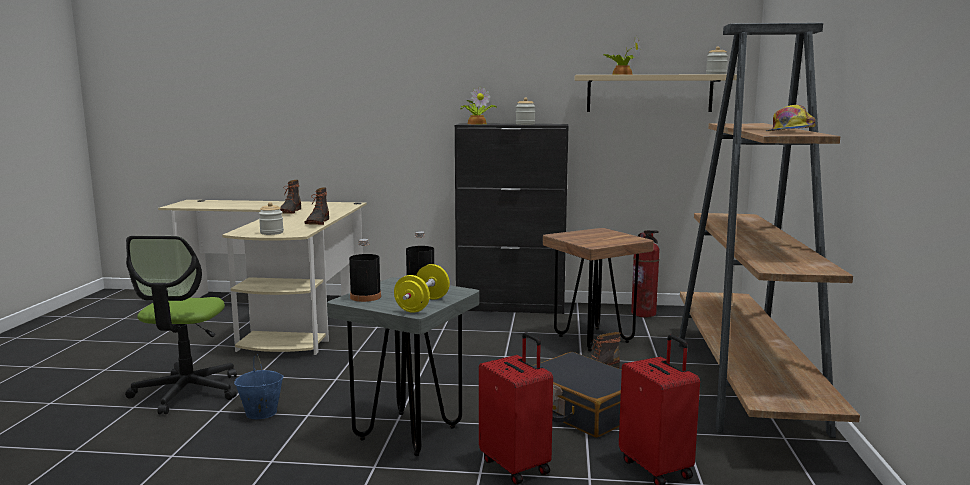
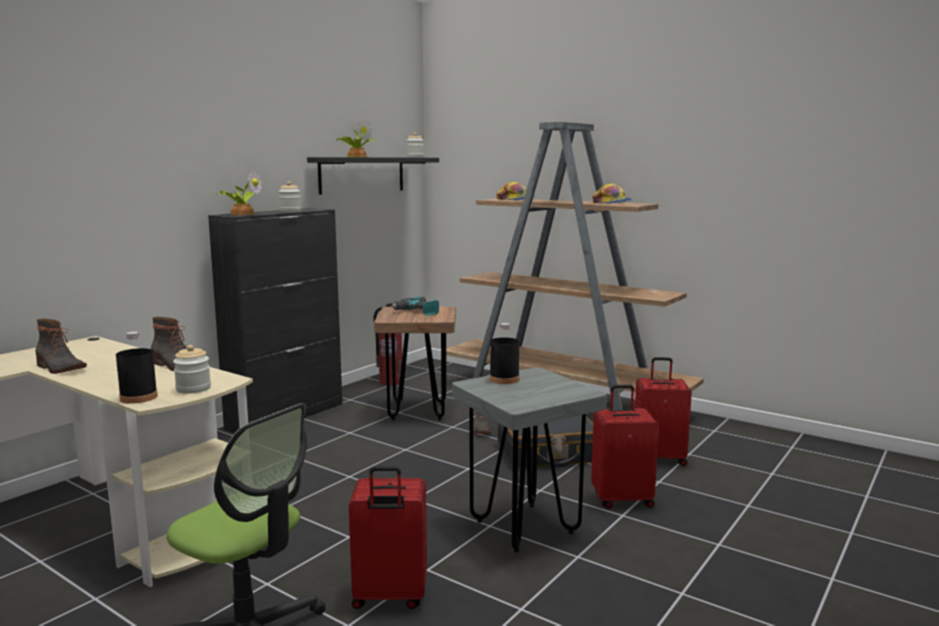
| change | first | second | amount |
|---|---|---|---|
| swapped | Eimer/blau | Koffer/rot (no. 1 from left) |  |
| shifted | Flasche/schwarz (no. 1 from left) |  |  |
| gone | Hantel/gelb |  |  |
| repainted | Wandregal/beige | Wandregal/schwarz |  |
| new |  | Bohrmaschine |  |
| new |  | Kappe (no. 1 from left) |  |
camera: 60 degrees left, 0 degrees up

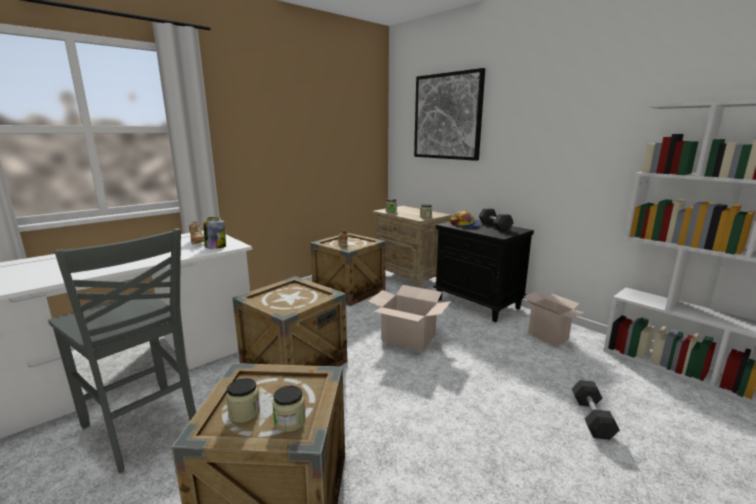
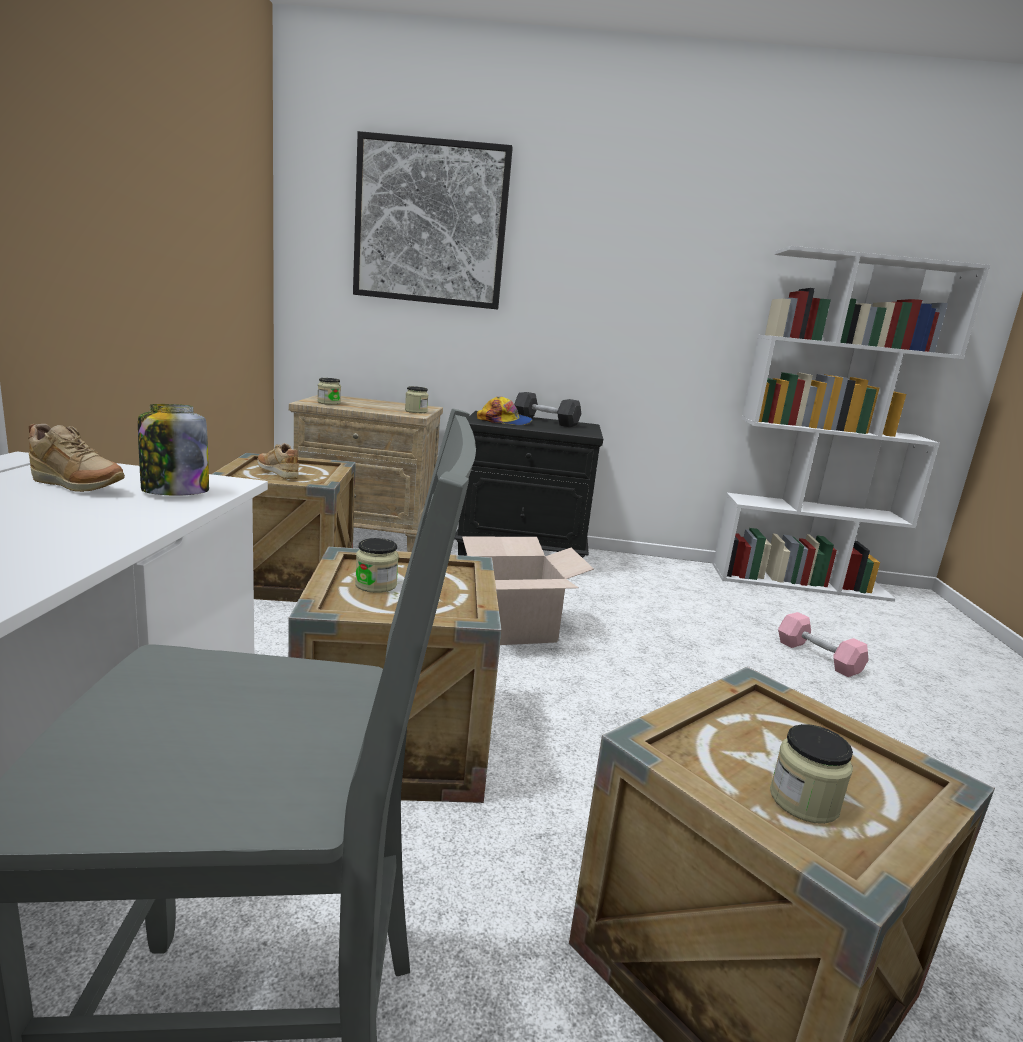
| change | first | second | amount |
|---|---|---|---|
| shifted | Vorratsglas (no. 3 from left) |  |  |
| gone | Karton (no. 2 from left) |  |  |
| repainted | Hantel/grau (no. 2 from left) | Hantel/rosa |  |
camera: 45 degrees left, 0 degrees up

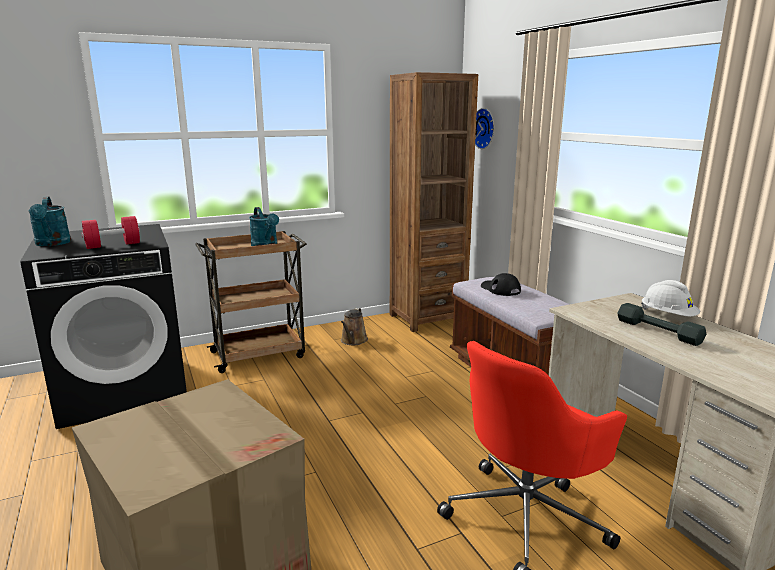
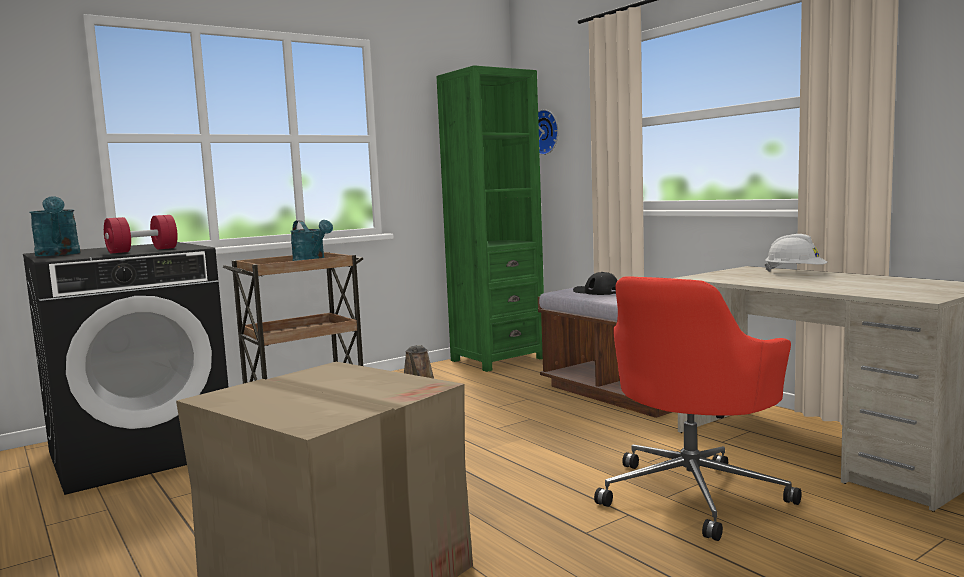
| change | first | second | amount |
|---|---|---|---|
| repainted | Bücherregal/braun | Bücherregal/grün |  |
| gone | Hantel/grau |  |  |
camera: 10 degrees left, 10 degrees down

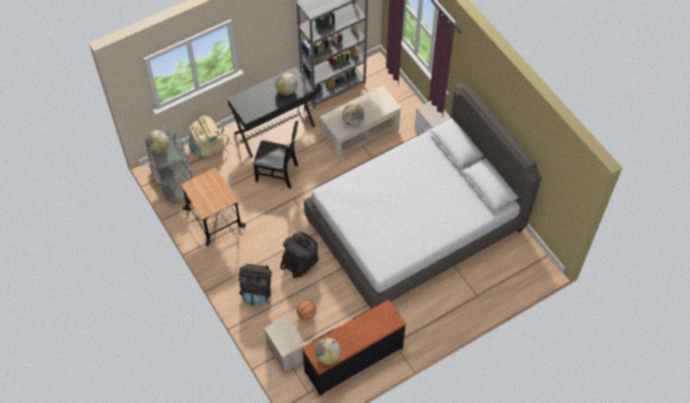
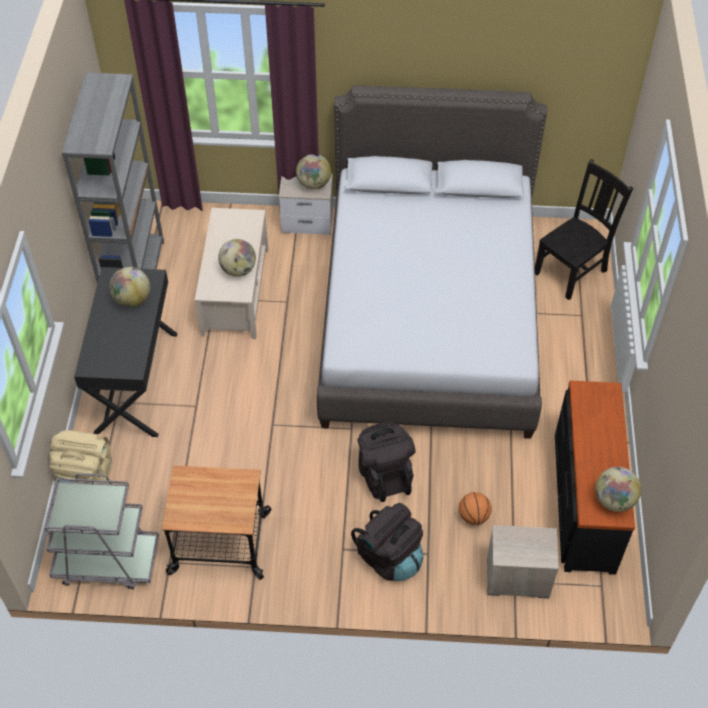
| change | first | second | amount |
|---|---|---|---|
| shifted | Globus (no. 1 from left in the first image) | Globus (no. 3 from left) |  |
| shifted | Stuhl/schwarz |  |  |
camera: 55 degrees left, 5 degrees down

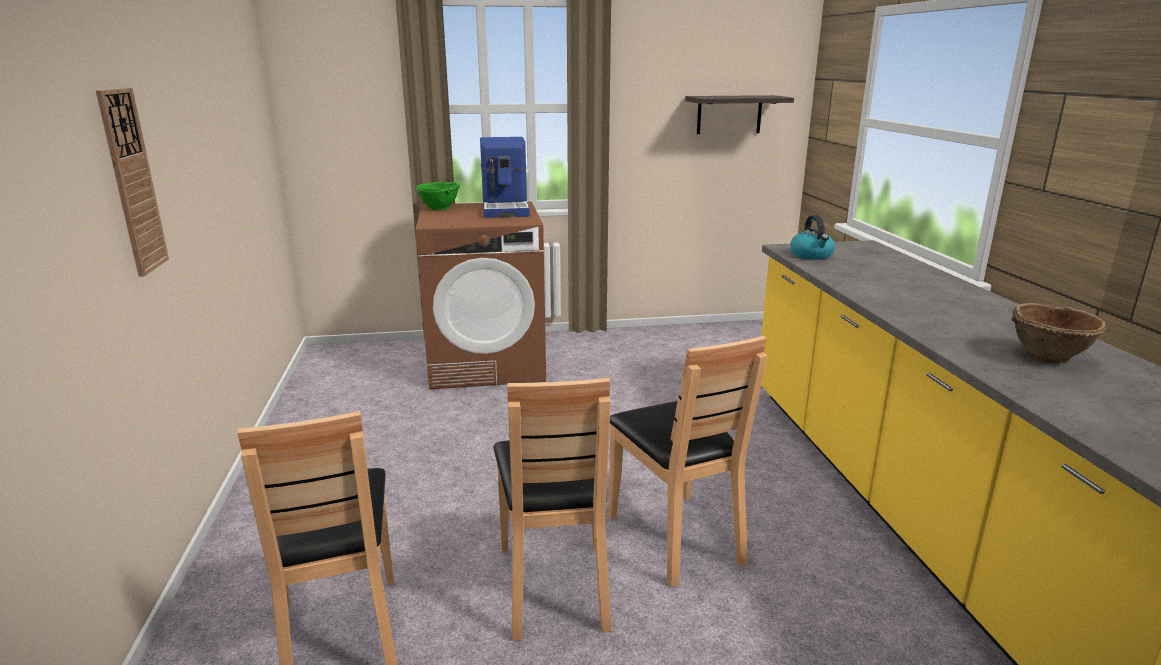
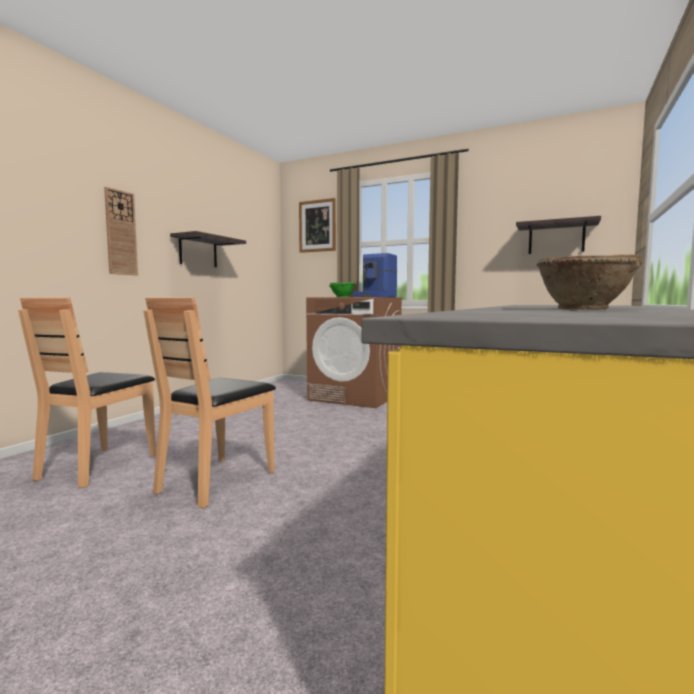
| change | first | second | amount |
|---|---|---|---|
| gone | Stuhl/braun (no. 3 from left) |  |  |
| gone | Wasserkessel |  |  |
| new |  | Wandregal (no. 1 from left) |  |
| new |  | Bild |  |
camera: 35 degrees right, 15 degrees down

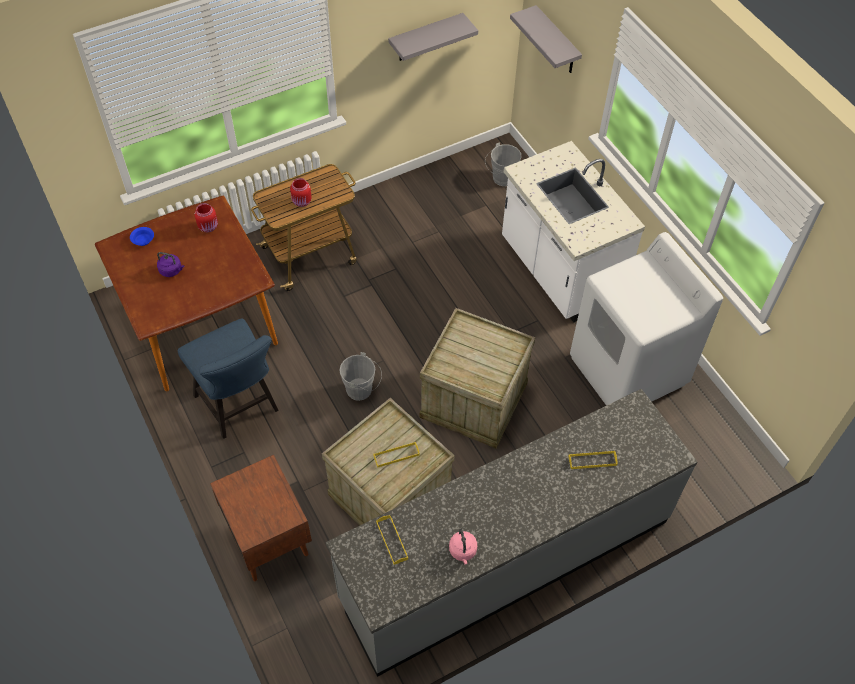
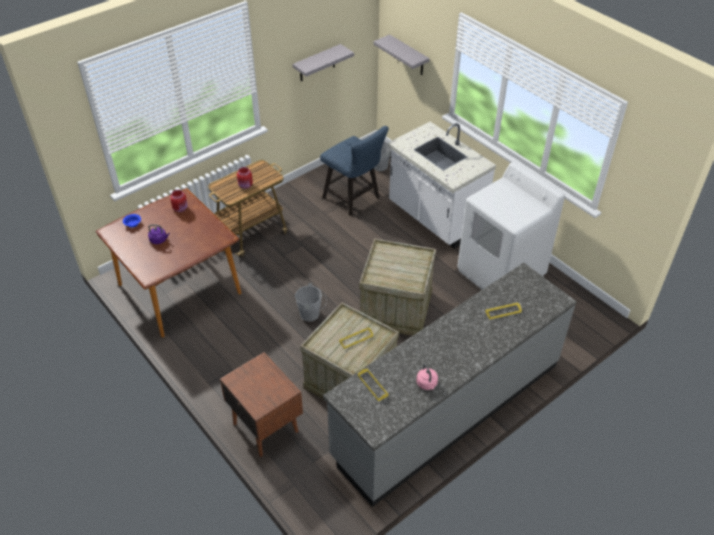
| change | first | second | amount |
|---|---|---|---|
| shifted | Stuhl/blau |  |  |
camera: 10 degrees left, 10 degrees down

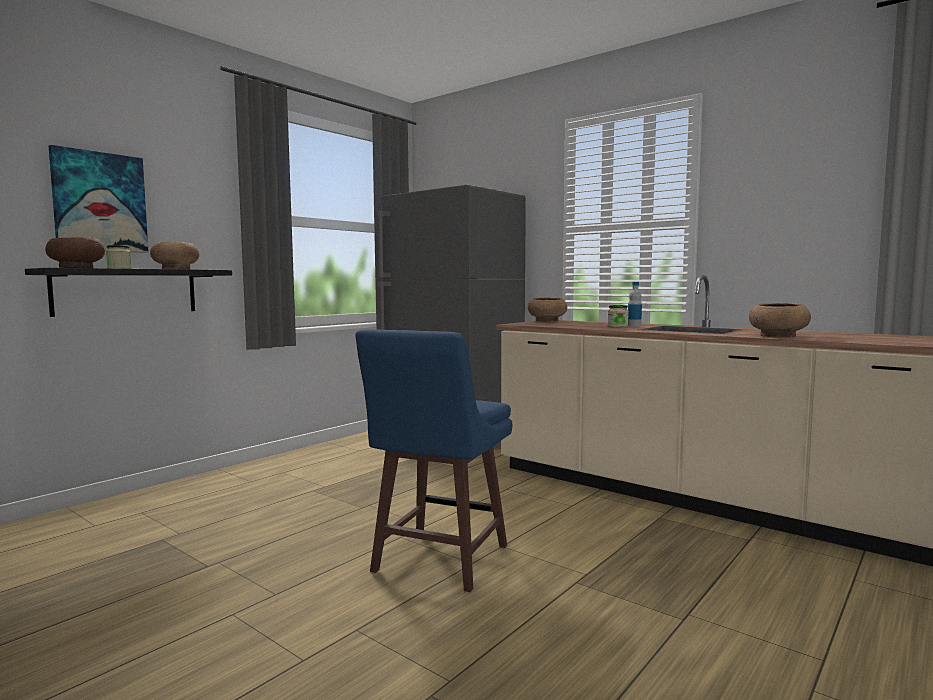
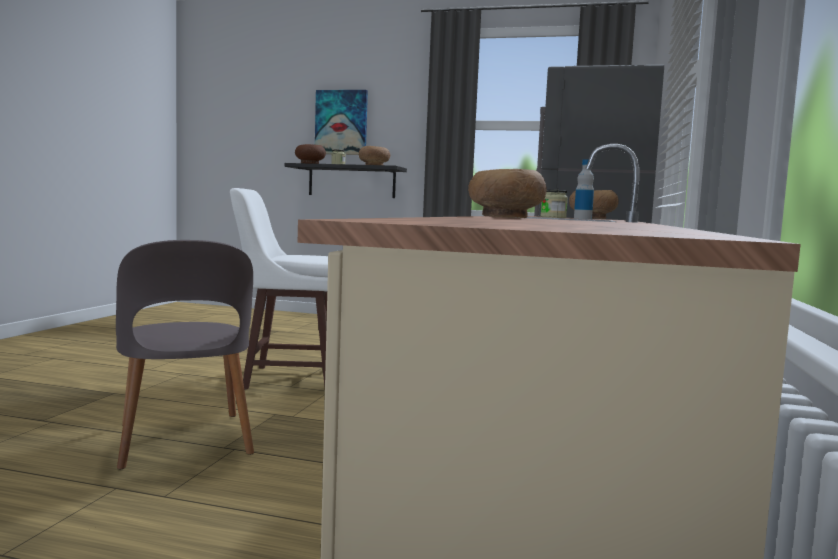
| change | first | second | amount |
|---|---|---|---|
| repainted | Hocker/blau | Hocker/weiß |  |
| new |  | Stuhl/grau |  |
camera: 65 degrees right, 0 degrees up

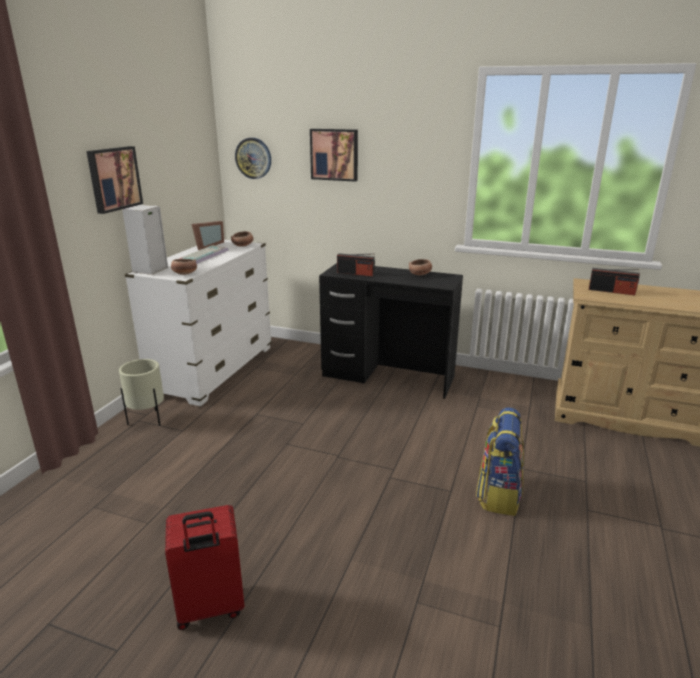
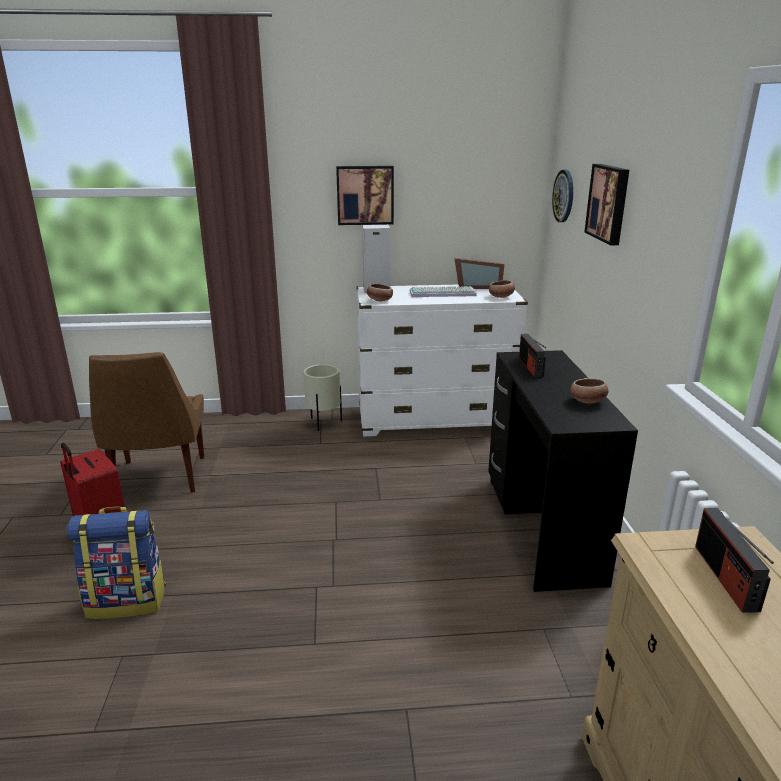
| change | first | second | amount |
|---|---|---|---|
| shifted | Rucksack |  |  |
| new |  | Stuhl/braun |  |
camera: 65 degrees right, 0 degrees up

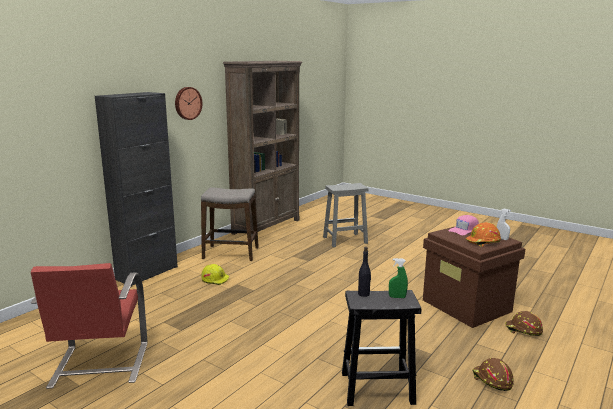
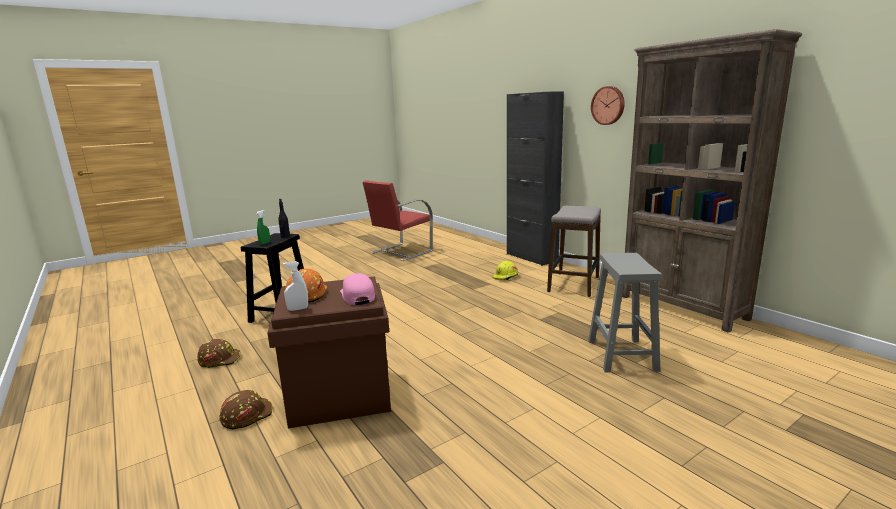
| change | first | second | amount |
|---|---|---|---|
| rotated | Stuhl/rot |  | 60 degrees counterclockwise |
camera: 110 degrees right, 0 degrees up

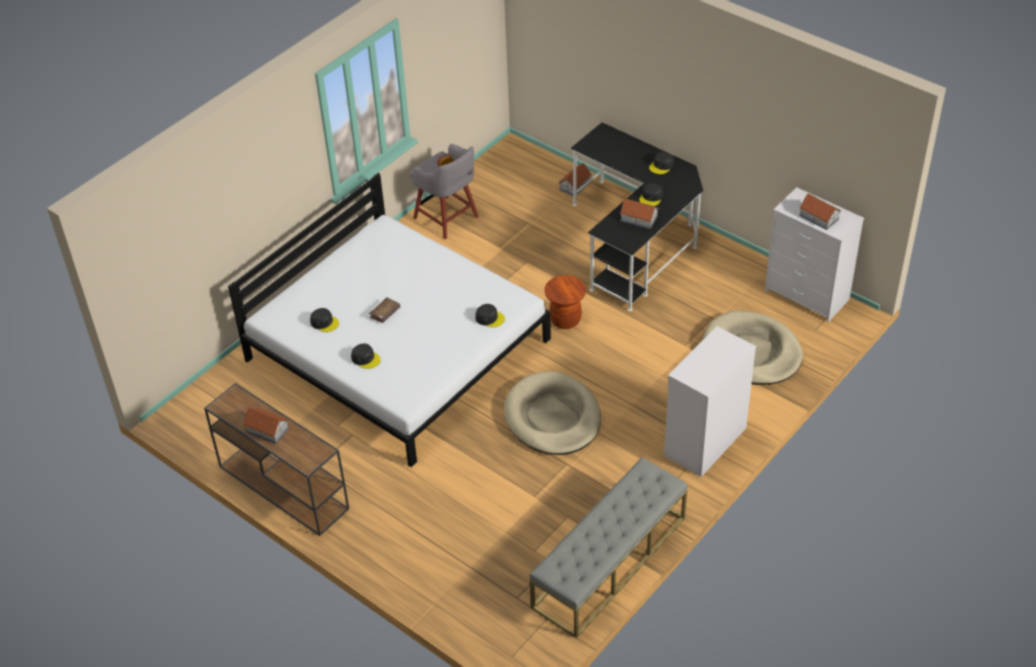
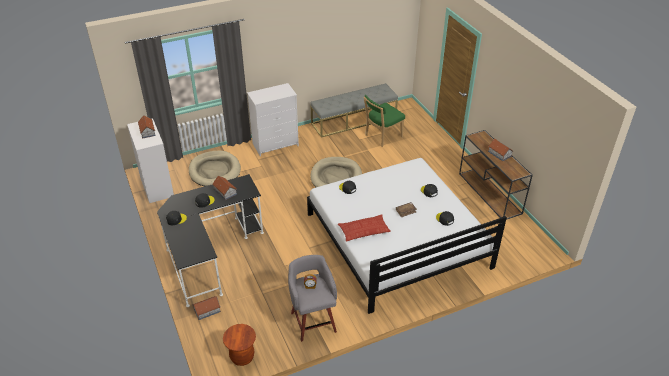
| change | first | second | amount |
|---|---|---|---|
| shifted | Hocker/braun |  |  |
| new |  | Kissen |  |
| new |  | Stuhl/grün |  |
camera: 155 degrees left, 5 degrees down

